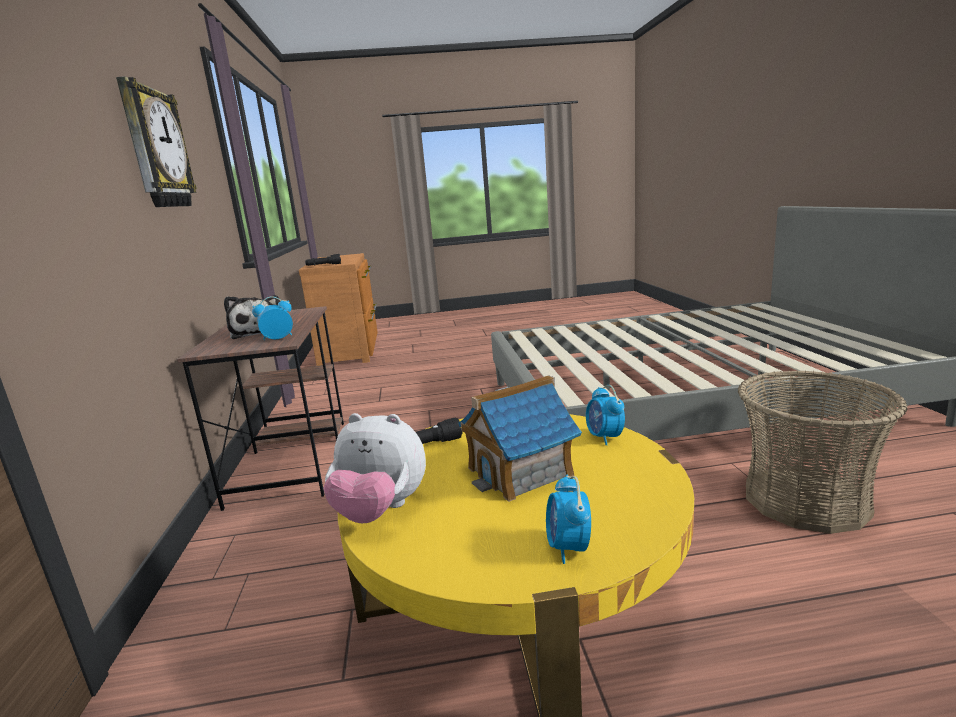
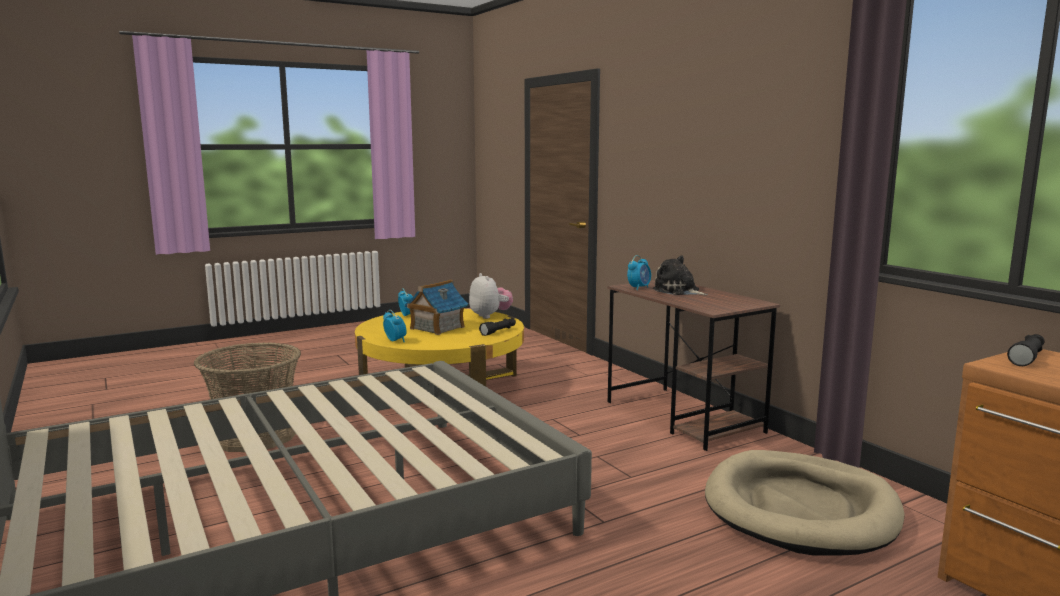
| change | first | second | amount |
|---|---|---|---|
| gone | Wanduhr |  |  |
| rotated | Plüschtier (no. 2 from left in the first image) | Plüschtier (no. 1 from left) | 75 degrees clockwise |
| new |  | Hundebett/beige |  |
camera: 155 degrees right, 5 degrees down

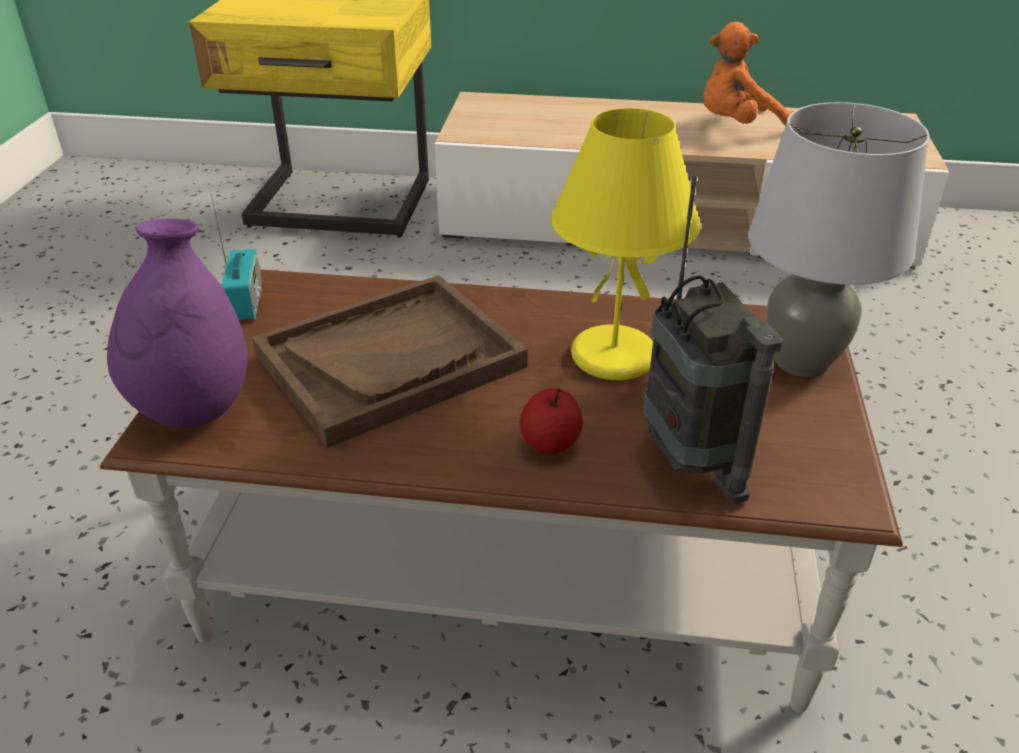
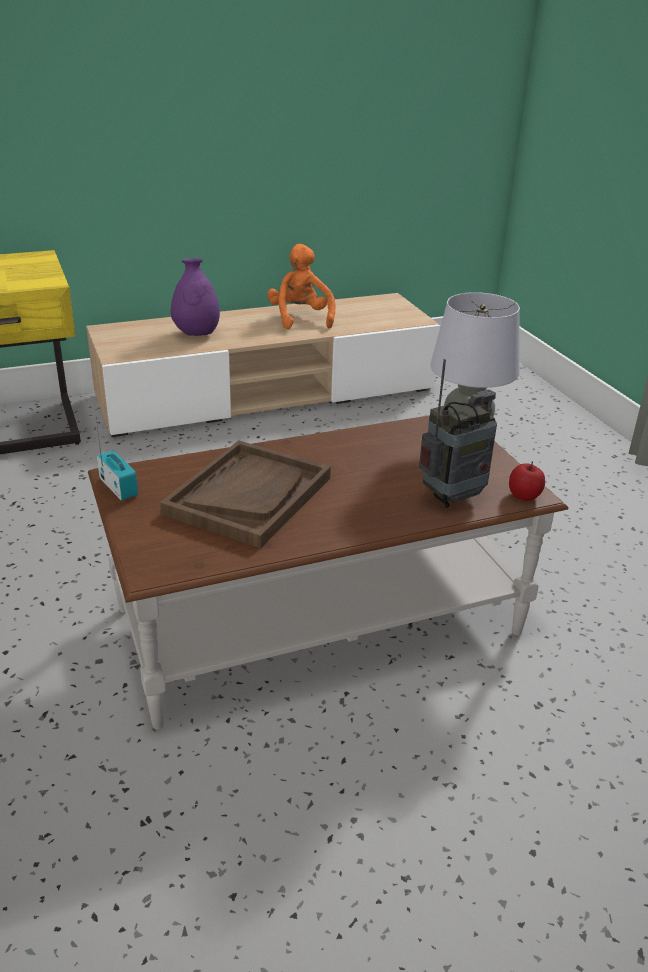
| change | first | second | amount |
|---|---|---|---|
| shifted | Vase/lila |  |  |
| shifted | Apfel |  |  |
| gone | Tischlampe/gelb |  |  |
| rotated | Radio (no. 2 from left) |  | 75 degrees counterclockwise |
| rotated | Plüschtier/orange |  | 120 degrees clockwise |
camera: 30 degrees left, 5 degrees down

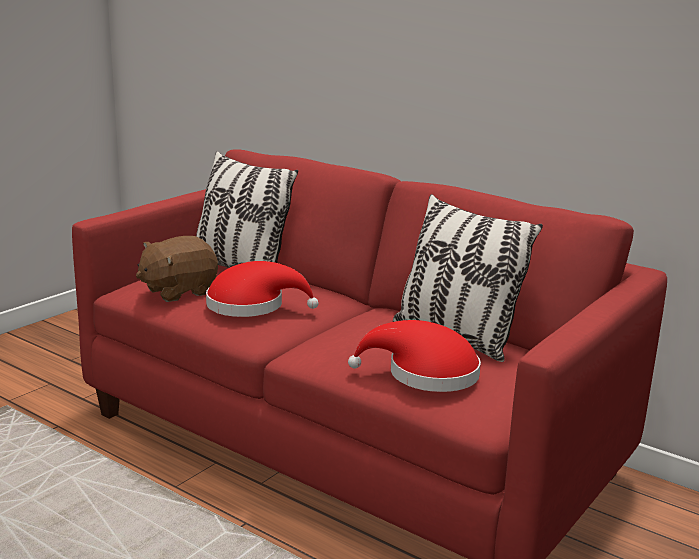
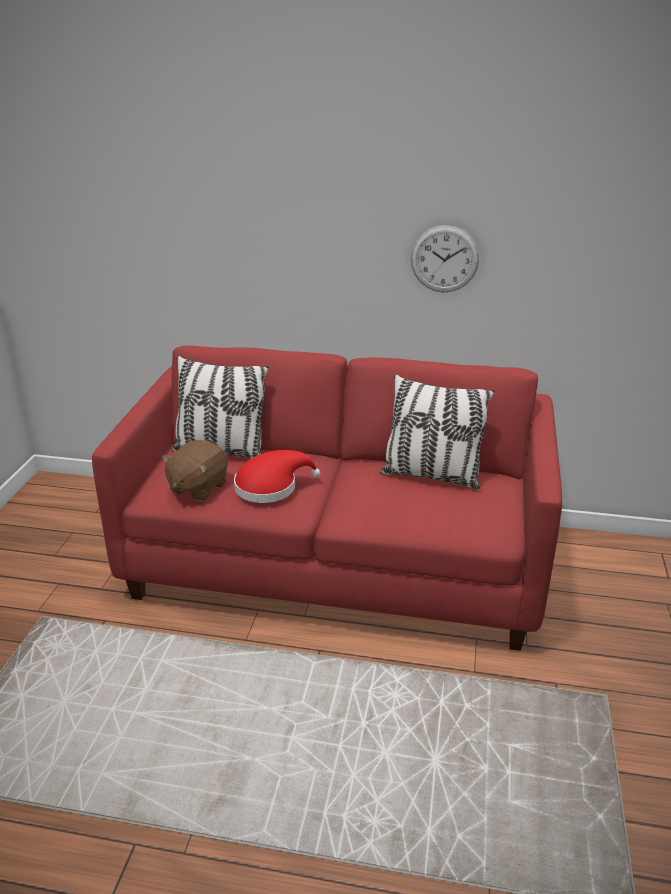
| change | first | second | amount |
|---|---|---|---|
| gone | Hut/rot (no. 2 from left) |  |  |
| new |  | Wanduhr |  |
camera: 25 degrees left, 10 degrees up

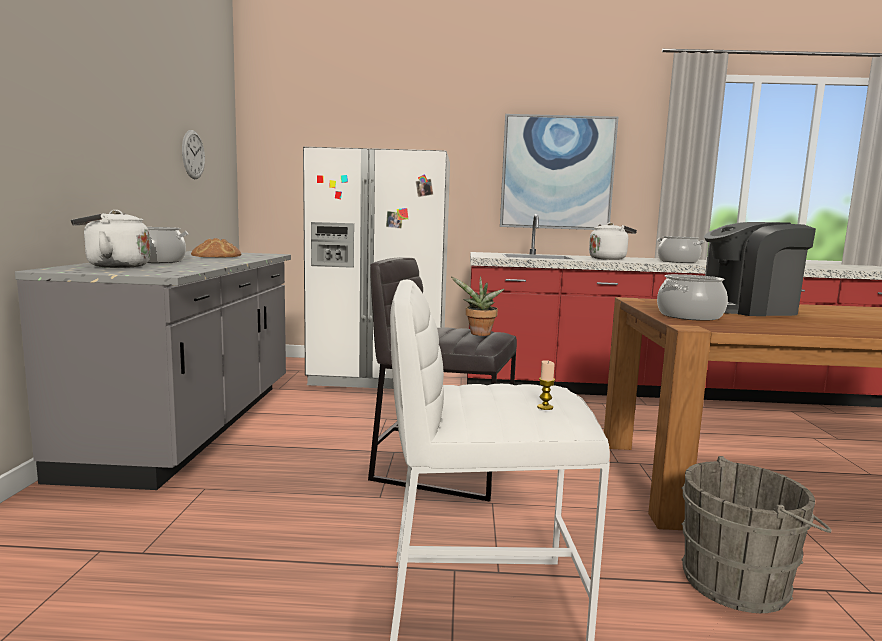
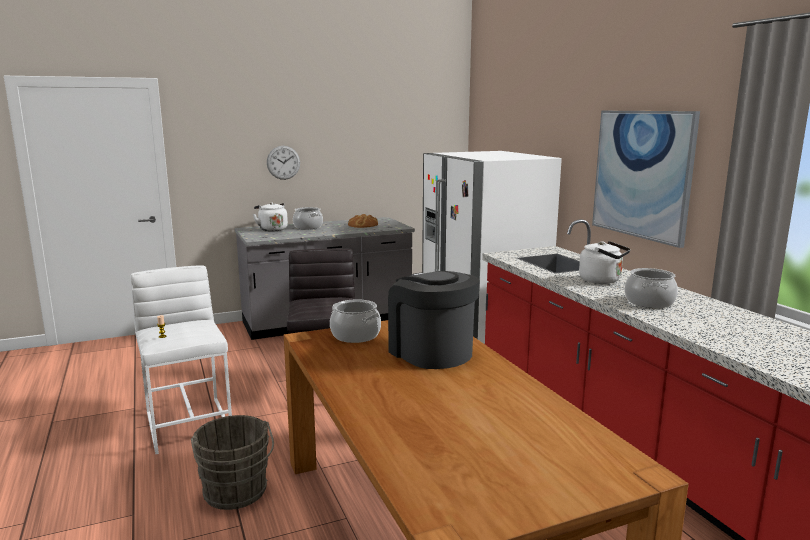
| change | first | second | amount |
|---|---|---|---|
| shifted | Wanduhr |  |  |
| gone | Topfpflanze |  |  |
camera: 65 degrees right, 5 degrees up

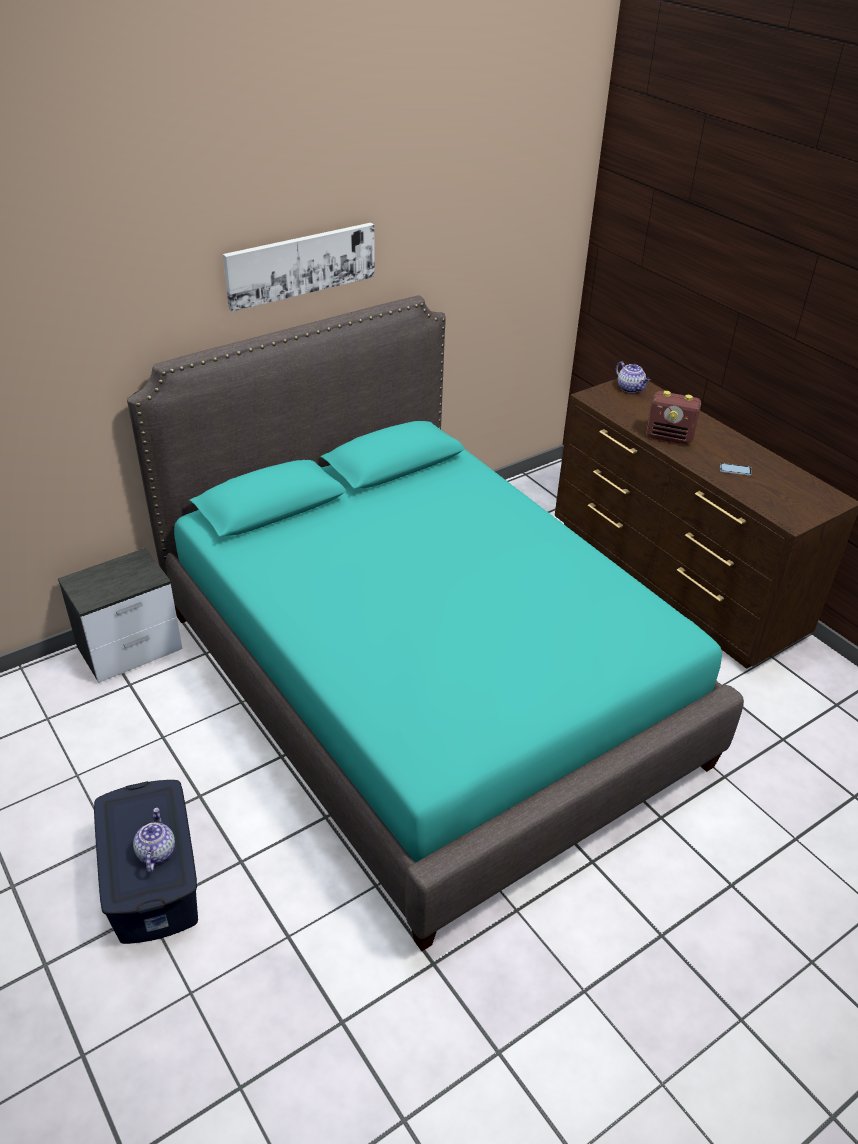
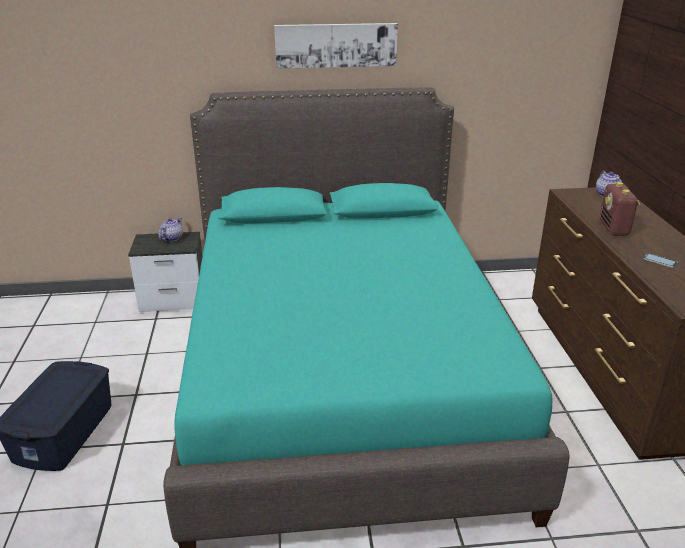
| change | first | second | amount |
|---|---|---|---|
| shifted | Teekanne (no. 1 from left) |  |  |
| rotated | Radio |  | 45 degrees clockwise |
camera: 30 degrees right, 10 degrees down

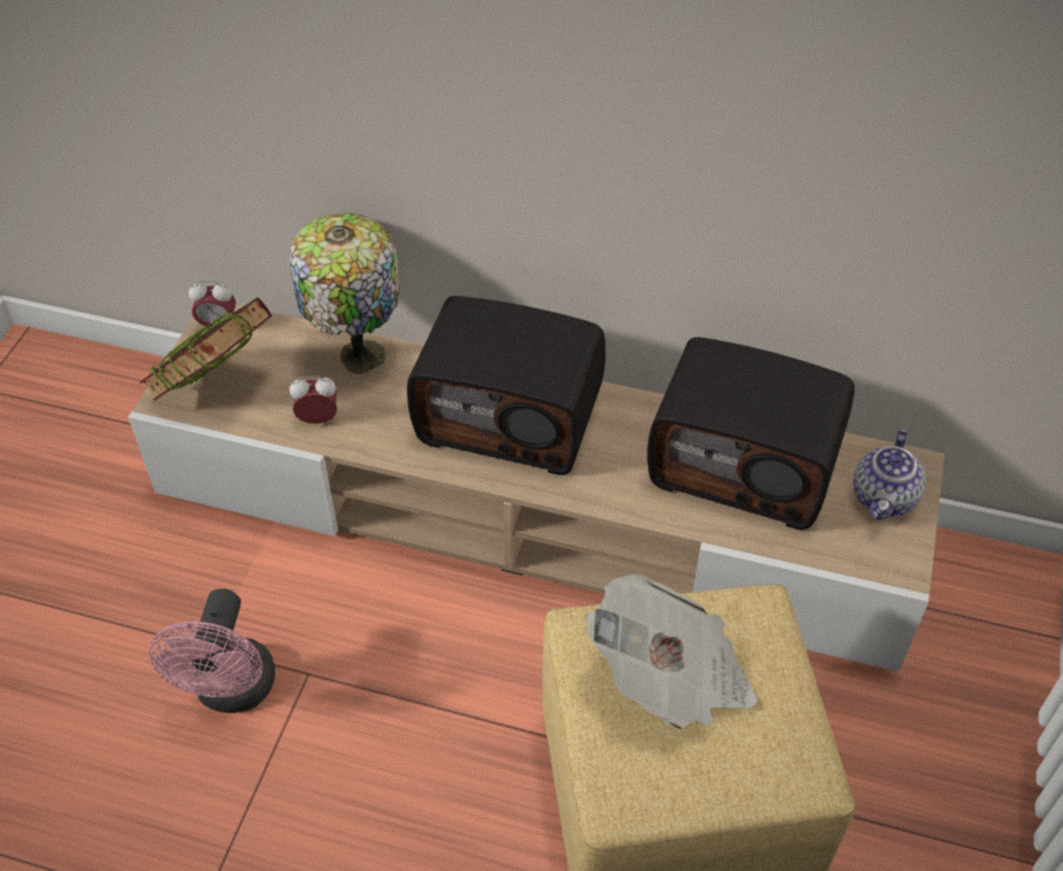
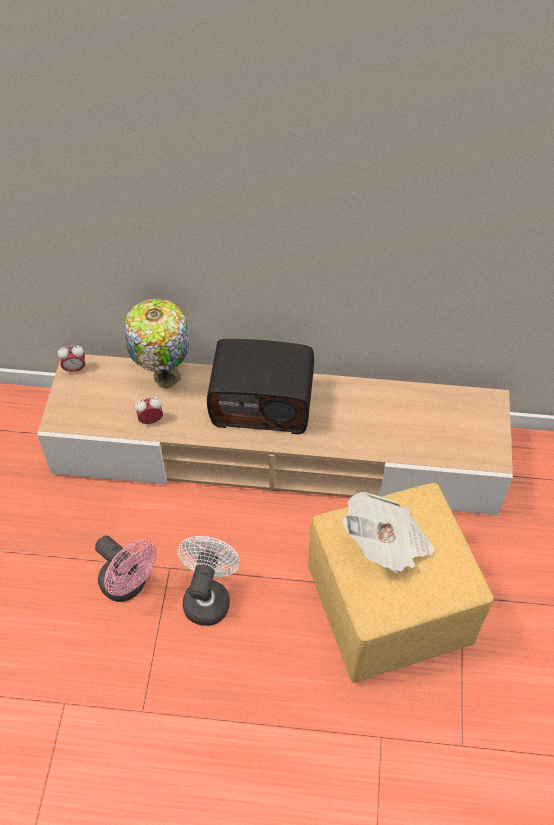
| change | first | second | amount |
|---|---|---|---|
| gone | Buch |  |  |
| rotated | Ventilator/rosa |  | 45 degrees counterclockwise |
| gone | Radio (no. 2 from left) |  |  |
| gone | Teekanne |  |  |
| new |  | Ventilator/weiß |  |
camera: 10 degrees left, 5 degrees up

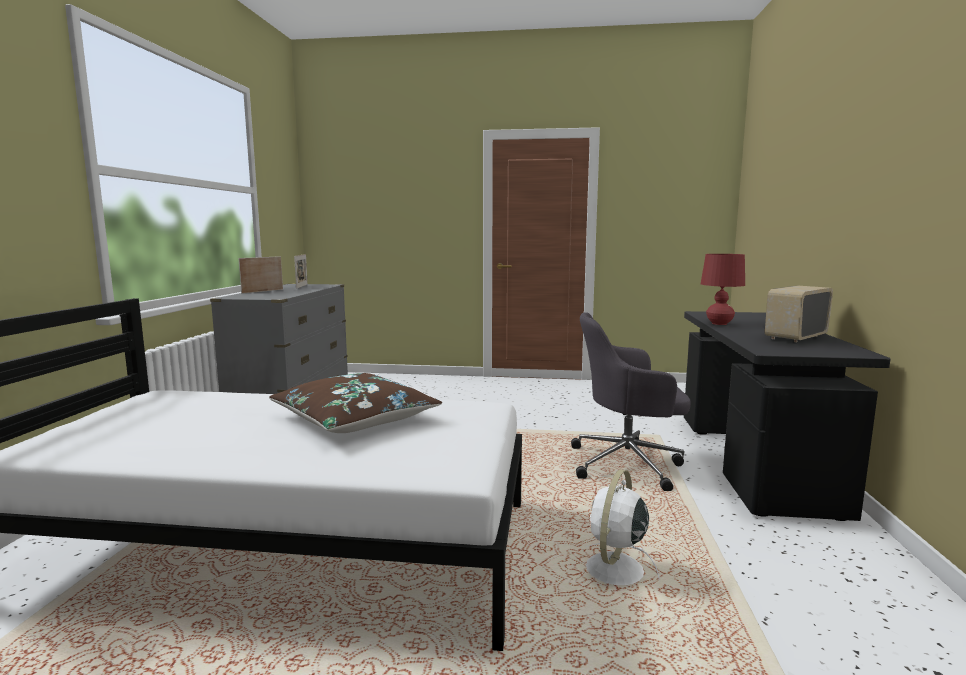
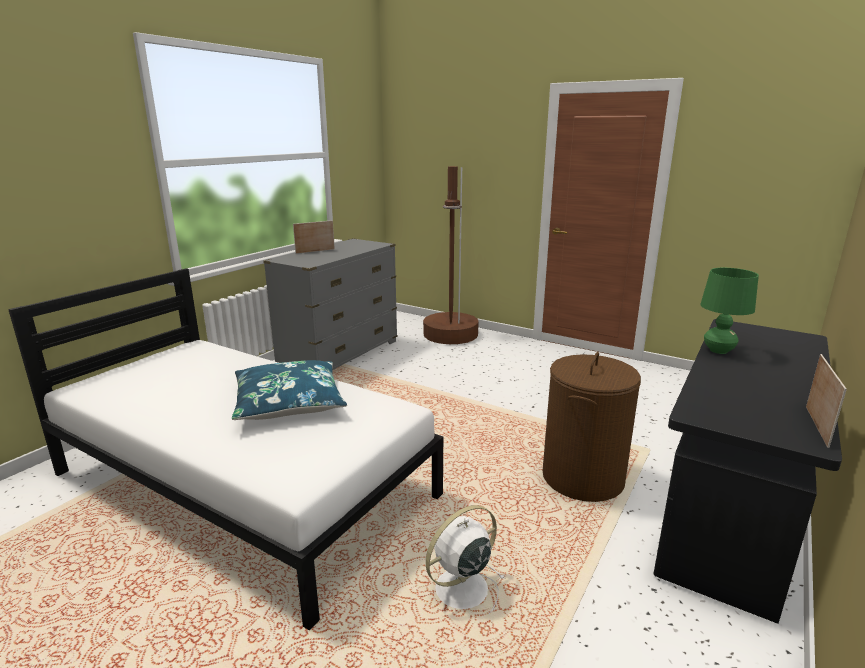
| change | first | second | amount |
|---|---|---|---|
| repainted | Kissen/braun | Kissen/blau |  |
| shifted | Bilderrahmen (no. 2 from left) |  |  |
| swapped | Bürostuhl/grau | Wäschekorb/braun |  |
| repainted | Tischlampe/rot | Tischlampe/grün |  |
| gone | Radio |  |  |
| new |  | Stehlampe/braun |  |
camera: 25 degrees right, 10 degrees up

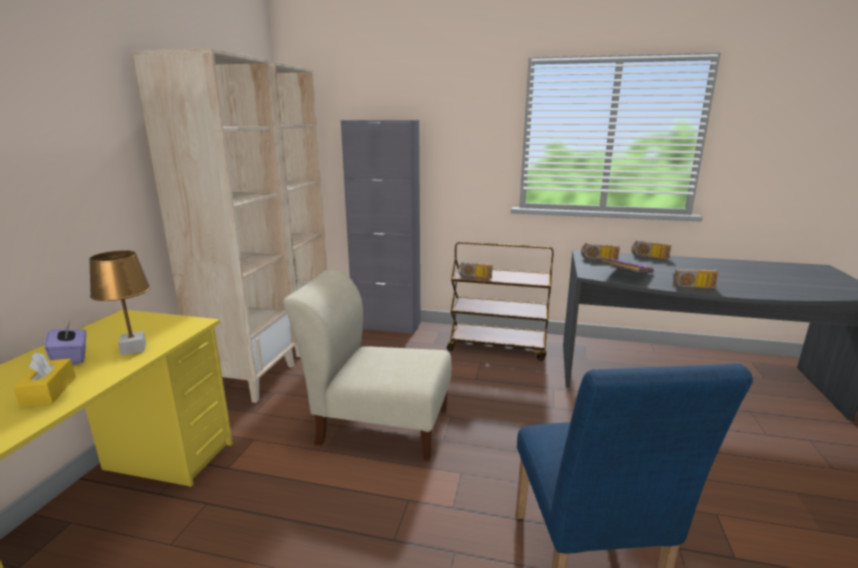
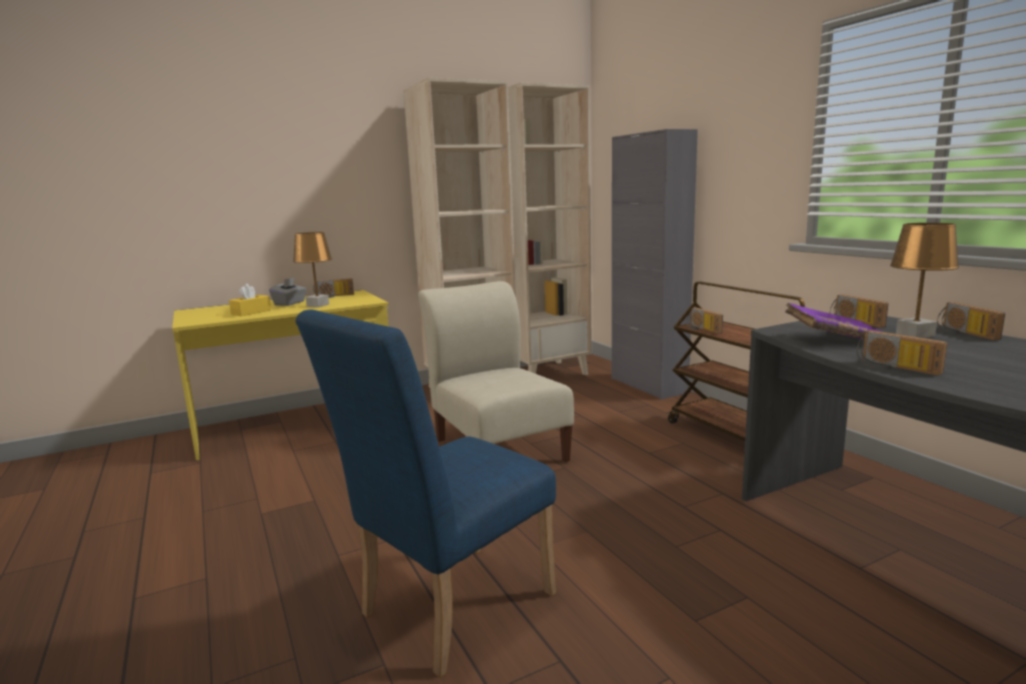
| change | first | second | amount |
|---|---|---|---|
| repainted | Taschentuchbox/lila | Taschentuchbox/grau |  |
| new |  | Radio (no. 1 from left) |  |
| new |  | Tischlampe/braun (no. 2 from left) |  |
camera: 50 degrees right, 5 degrees down

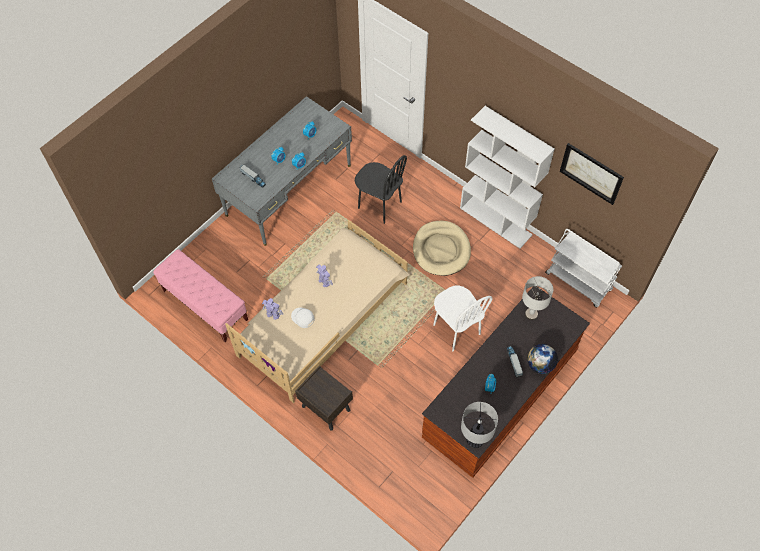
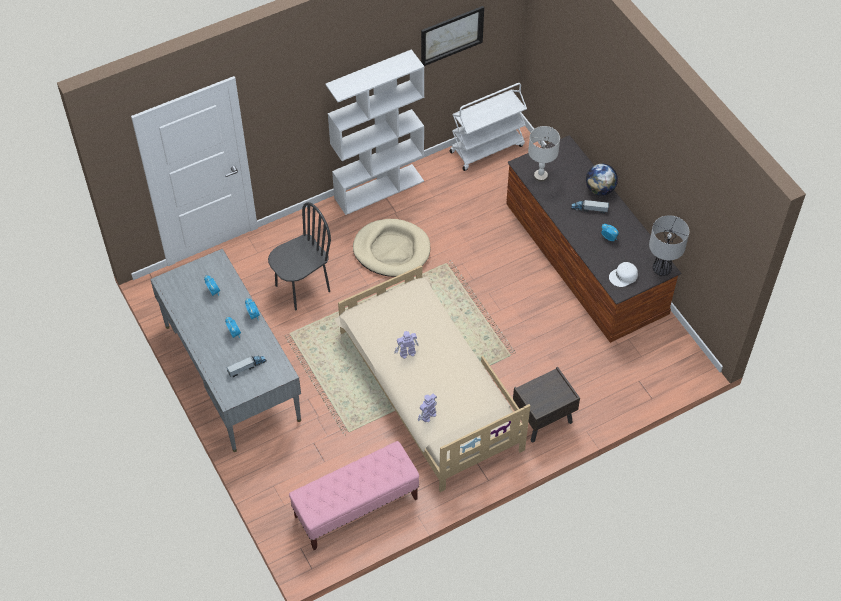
| change | first | second | amount |
|---|---|---|---|
| shifted | Kappe/weiß |  |  |
| gone | Stuhl/weiß |  |  |
camera: 70 degrees left, 5 degrees down

